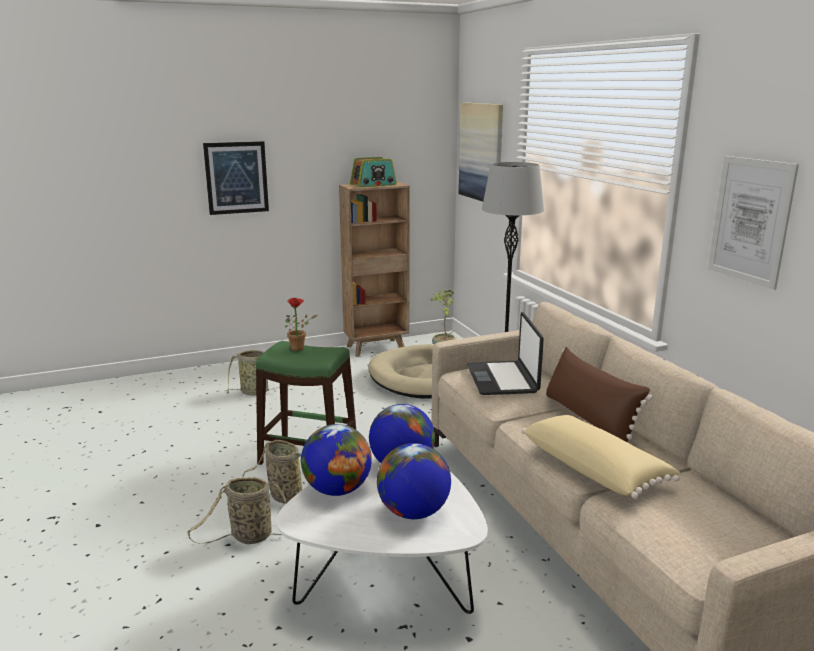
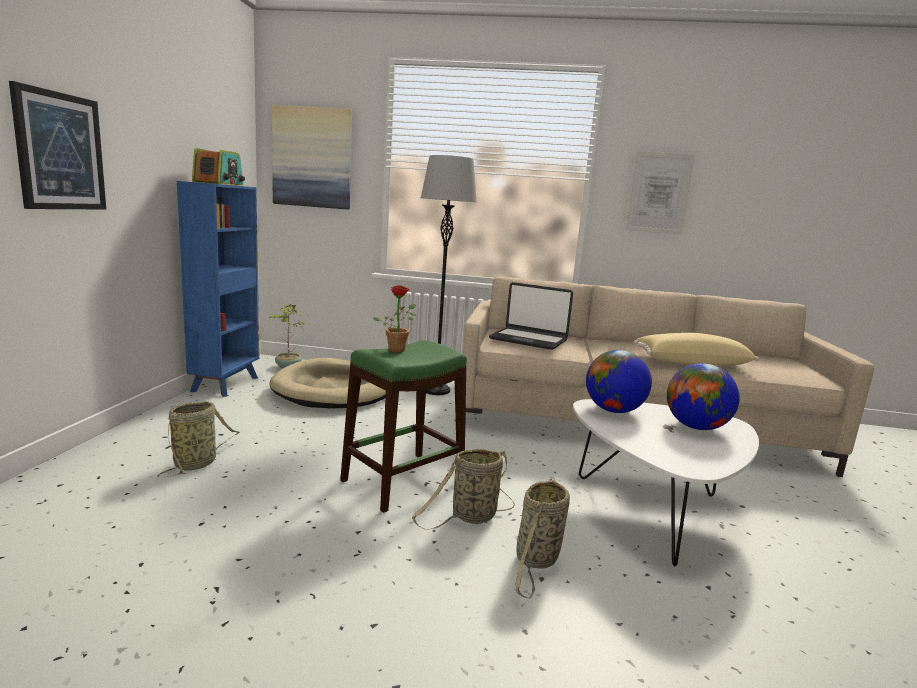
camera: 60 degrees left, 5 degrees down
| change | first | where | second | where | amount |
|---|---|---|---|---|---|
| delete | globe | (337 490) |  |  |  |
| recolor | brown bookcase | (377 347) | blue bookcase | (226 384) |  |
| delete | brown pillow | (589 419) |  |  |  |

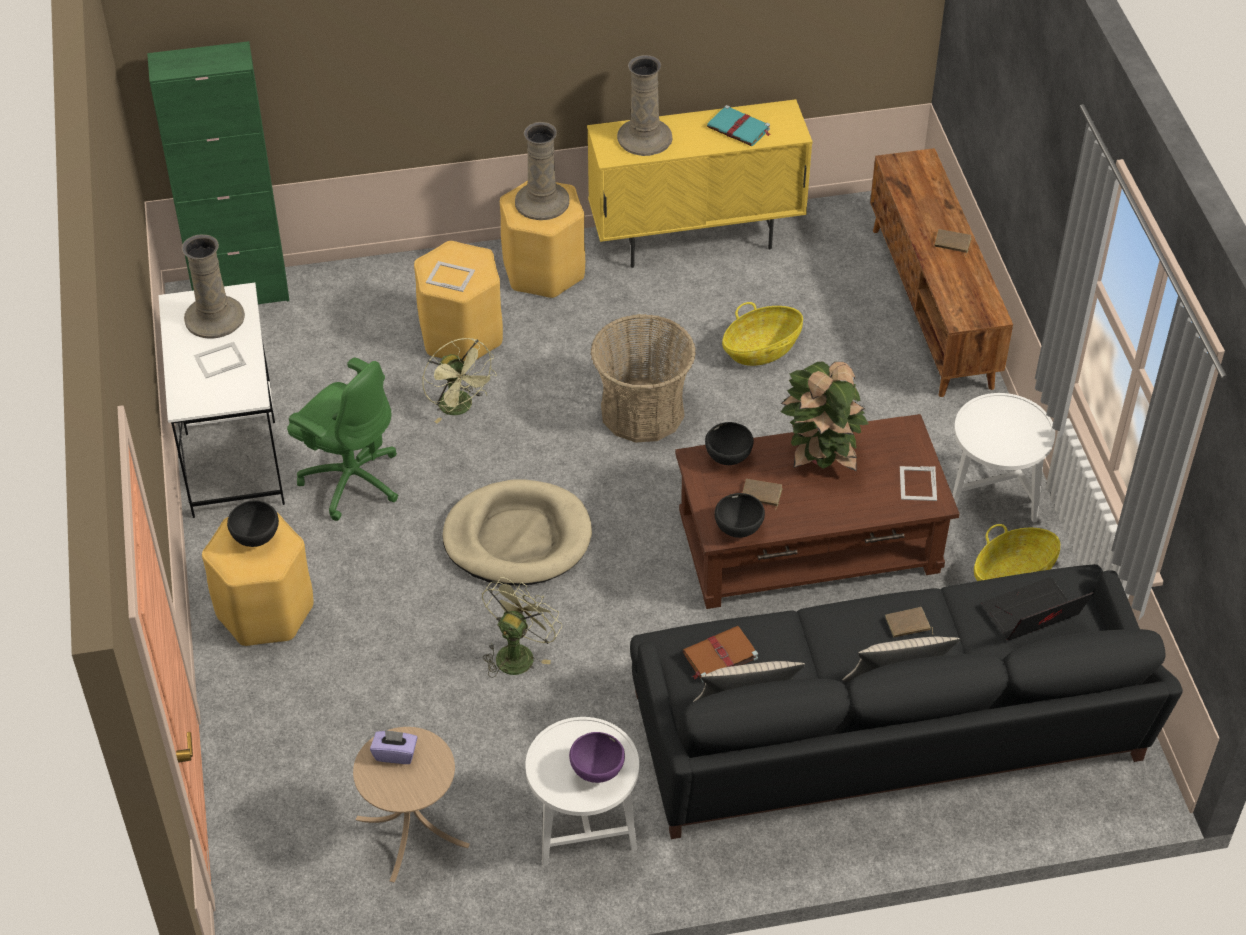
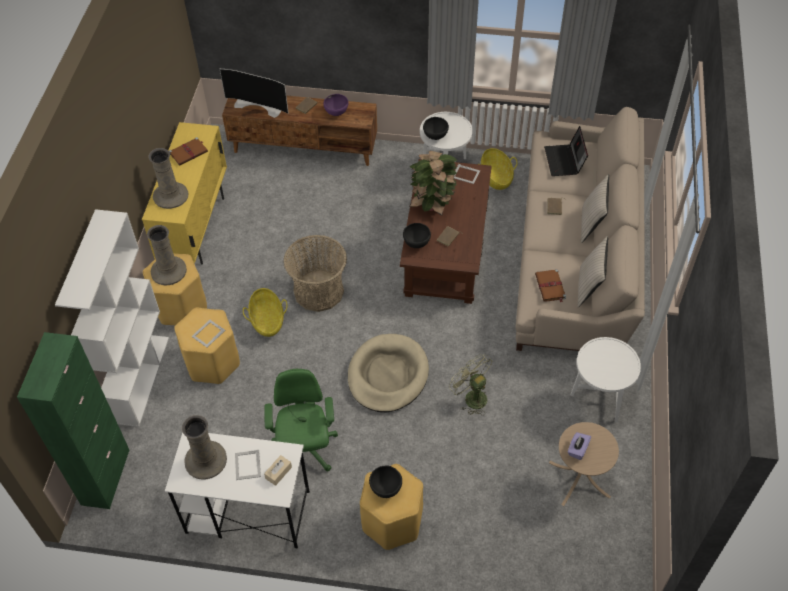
camera: 70 degrees left, 5 degrees up
| change | first | where | second | where | amount |
|---|---|---|---|---|---|
| rotate | green office chair | (351 479) |  | (305 450) | 60 degrees counterclockwise |
| delete | green fan | (460 408) |  |  |  |
| move | purple bowl | (597 772) |  | (336 113) |  |
| recolor | black sofa | (888 732) | beige sofa | (575 254) |  |
| recolor | turquoise book | (739 129) | brown book | (189 152) |  |
| move | black bowl | (738 530) |  | (435 136) |  |
| move | basket | (761 349) |  | (267 320) |  |
| insert |  |  | white bookcase | (140 379) |  |
| insert |  |  | television | (259 105) |  |
| insert |  |  | beige tissue box | (278 472) |  |

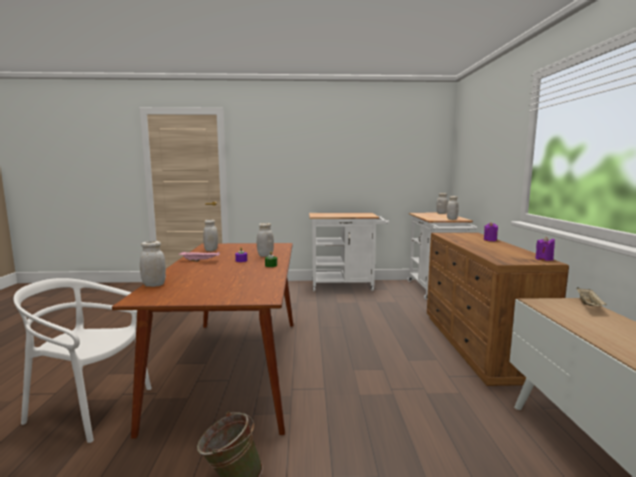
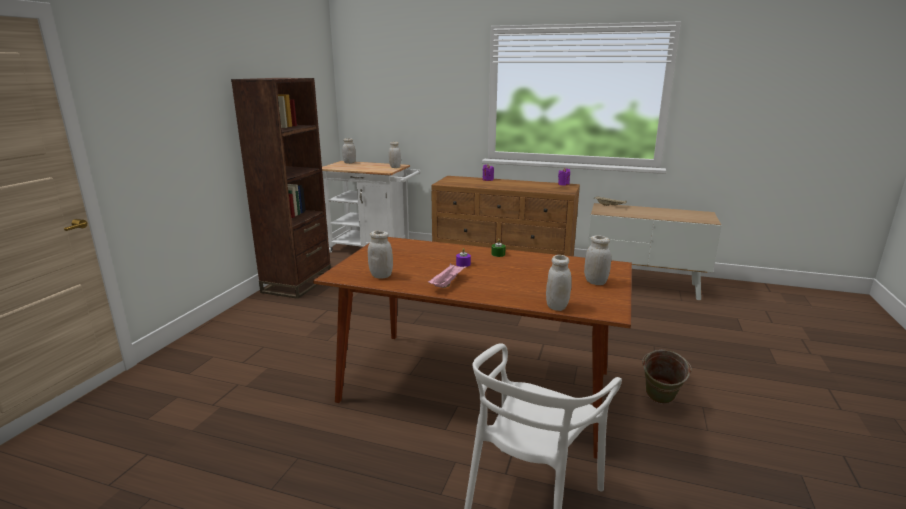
camera: 70 degrees left, 10 degrees up
| change | first | where | second | where | amount |
|---|---|---|---|---|---|
| move | white jar | (265 255) |  | (595 282) |  |
| replace | white cart | (346 285) | brown bookcase | (297 283) |  |

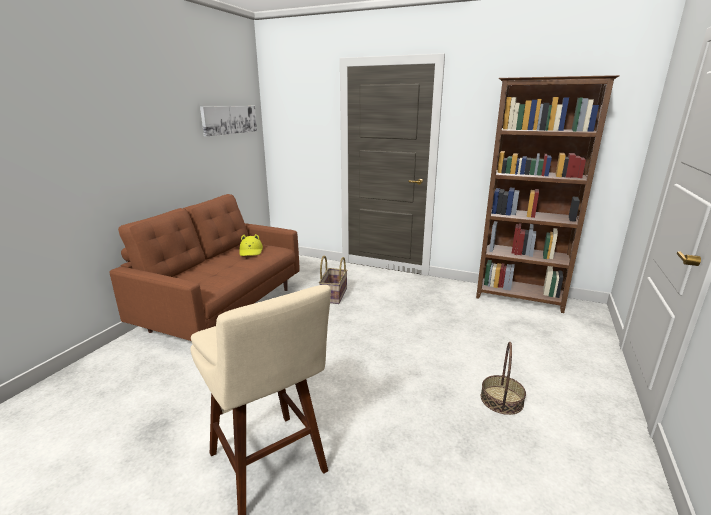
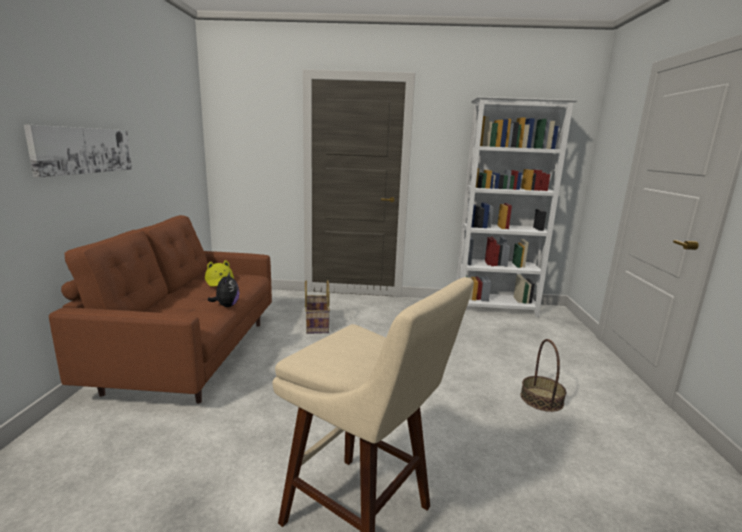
camera: 20 degrees left, 5 degrees down
| change | first | where | second | where | amount |
|---|---|---|---|---|---|
| move | picture | (229 119) |  | (83 150) |  |
| recolor | brown bookcase | (519 298) | white bookcase | (495 309) |  |
| insert |  |  | plush toy | (226 306) |  |

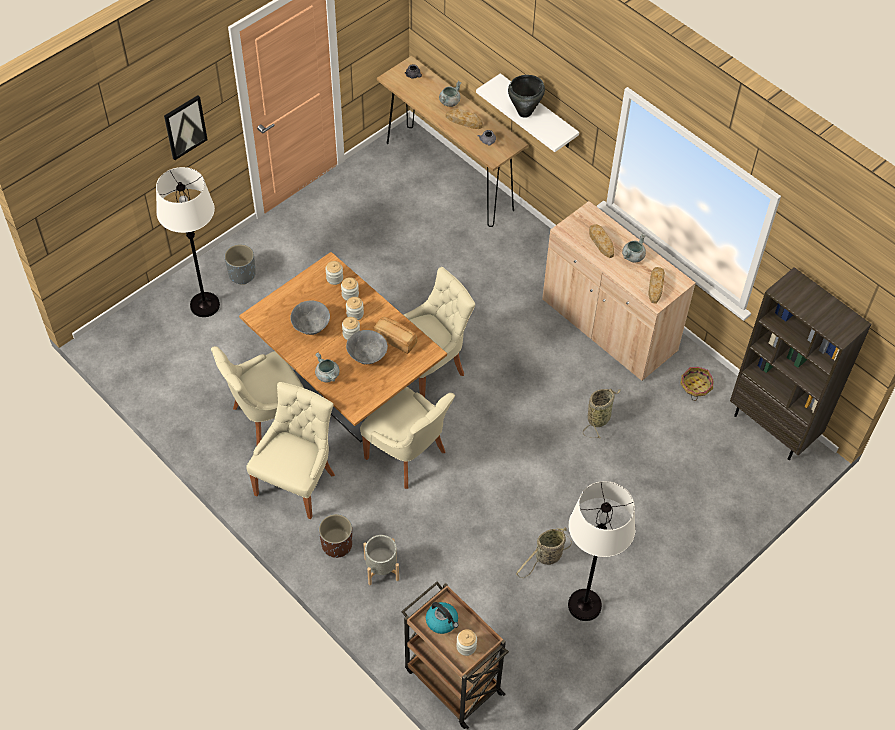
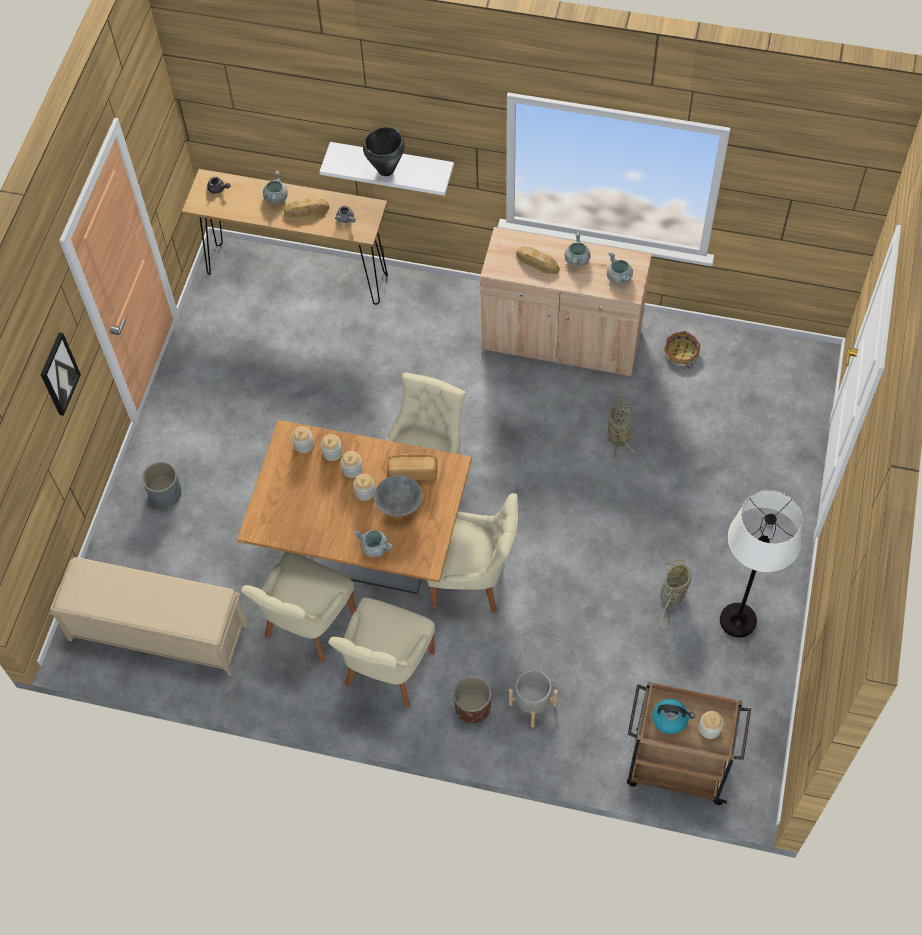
camera: 30 degrees left, 5 degrees up
| change | first | where | second | where | amount |
|---|---|---|---|---|---|
| delete | white floor lamp | (204 305) |  |  |  |
| rotate | beige chair | (297 482) |  | (387 671) | 150 degrees counterclockwise |
| delete | grey bowl | (311 328) |  |  |  |
| replace | bread | (655 286) | grey cooking pot | (619 277) |  |
| delete | brown bookcase | (773 427) |  |  |  |
| insert |  |  | beige bench | (157 631) |  |

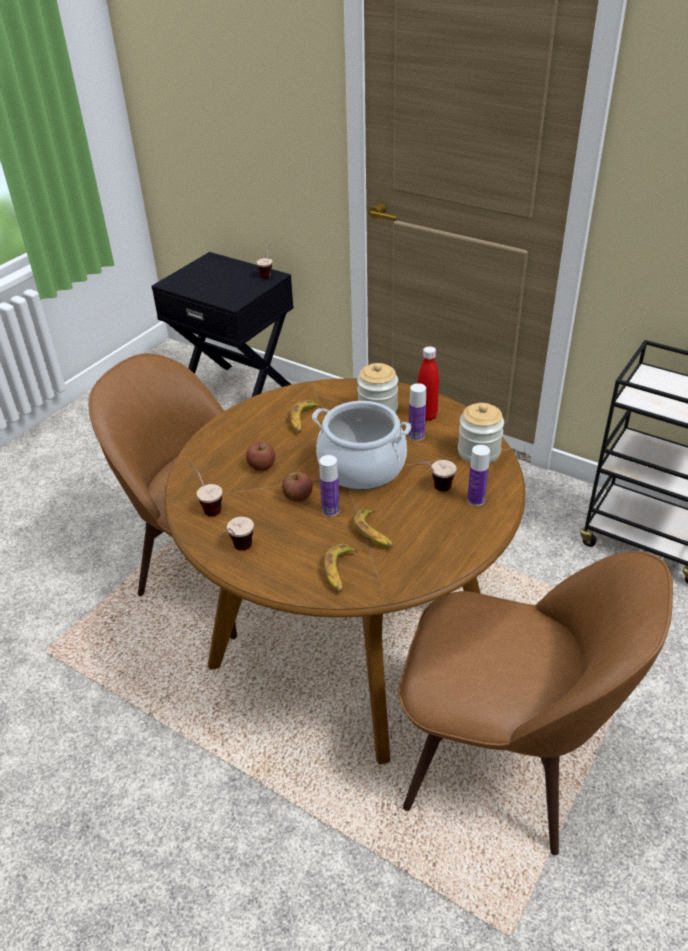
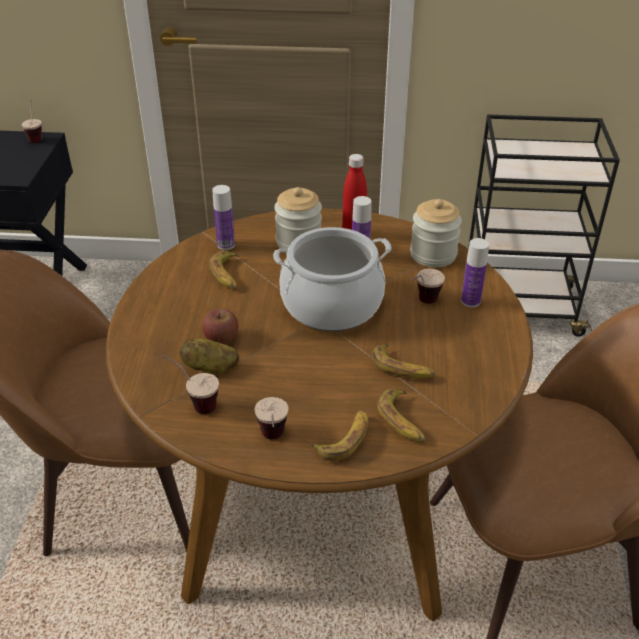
camera: 30 degrees left, 0 degrees up
| change | first | where | second | where | amount |
|---|---|---|---|---|---|
| delete | apple | (298 496) |  |  |  |
| move | bottle | (330 510) |  | (226 245) |  |
| insert |  |  | potato | (210 368) |  |
| insert |  |  | banana | (345 439) |  |

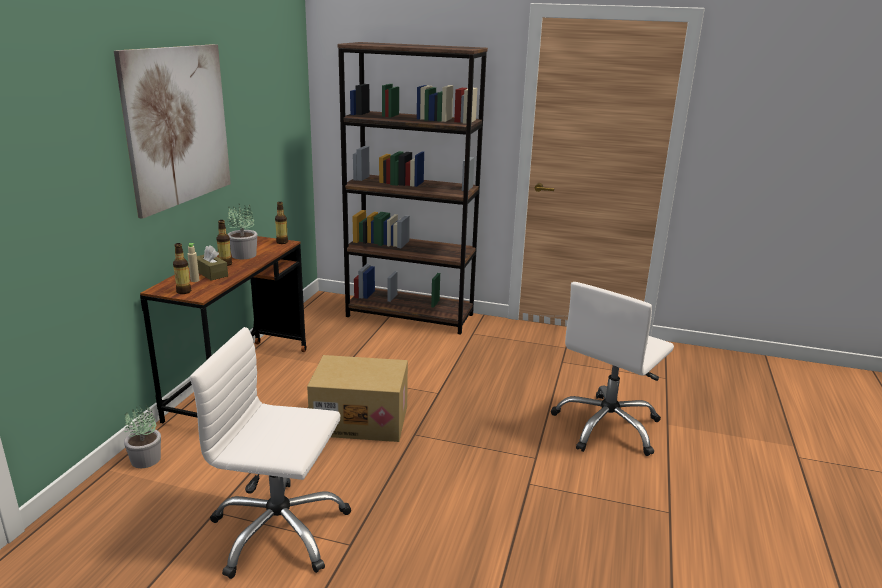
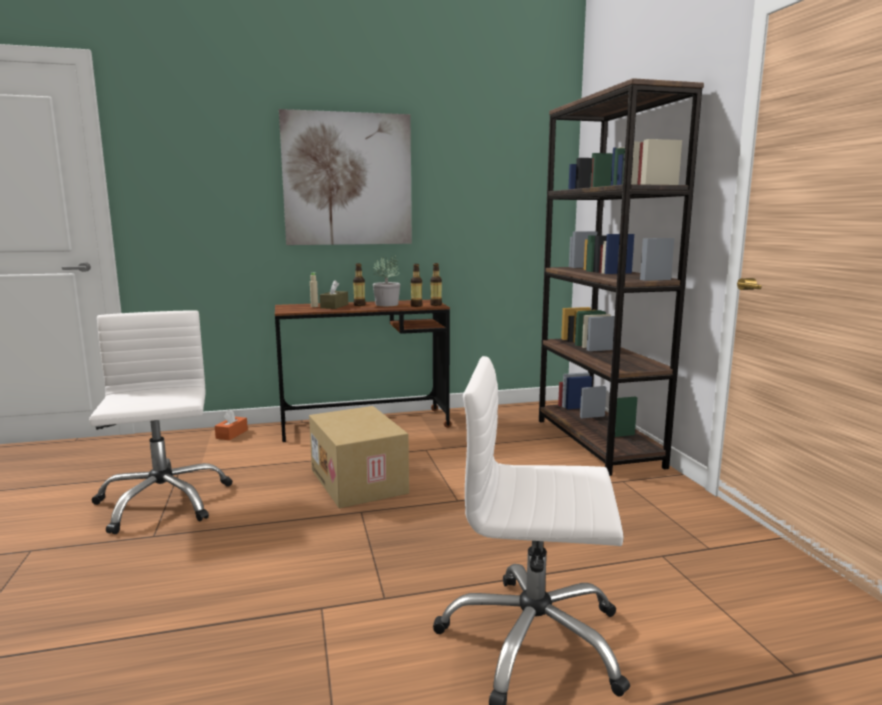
camera: 60 degrees right, 10 degrees down
| change | first | where | second | where | amount |
|---|---|---|---|---|---|
| replace | potted plant | (146 459) | orange tissue box | (232 434) |  |
| move | bottle | (184 291) |  | (416 306) |  |

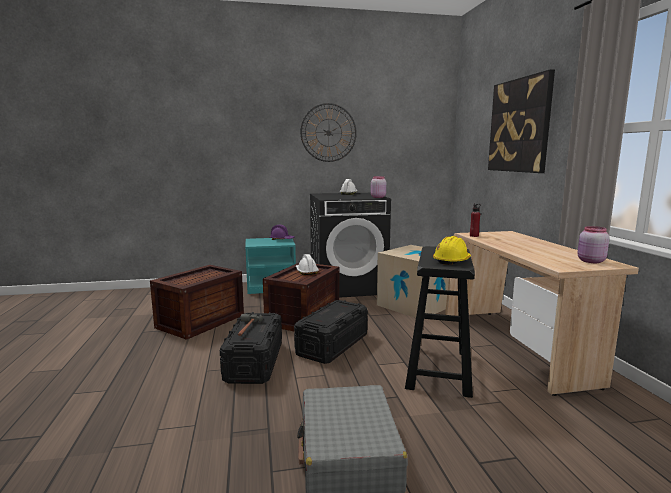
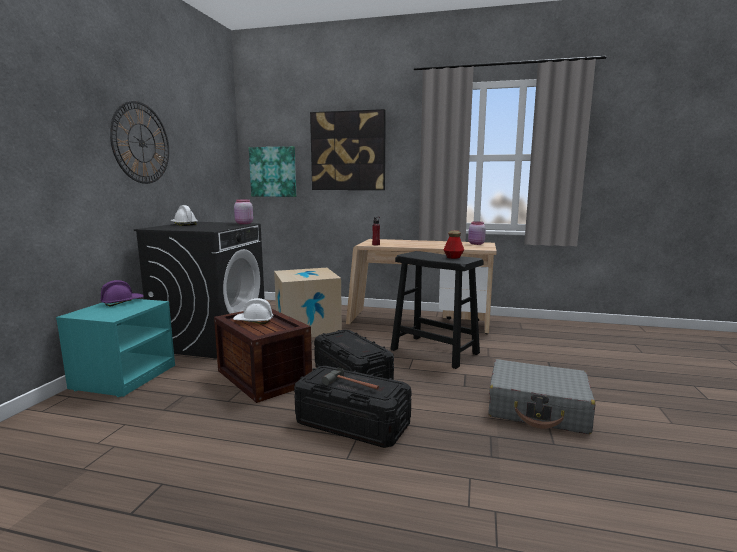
camera: 65 degrees left, 0 degrees up
| change | first | where | second | where | amount |
|---|---|---|---|---|---|
| delete | crate | (201 321) |  |  |  |
| replace | yellow hard hat | (451 261) | bottle | (453 257) |  |
| insert |  |  | picture | (273 172) |  |

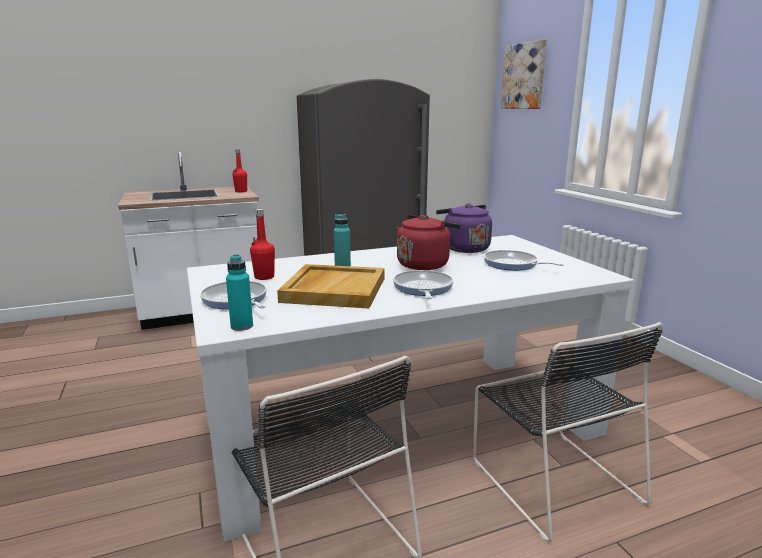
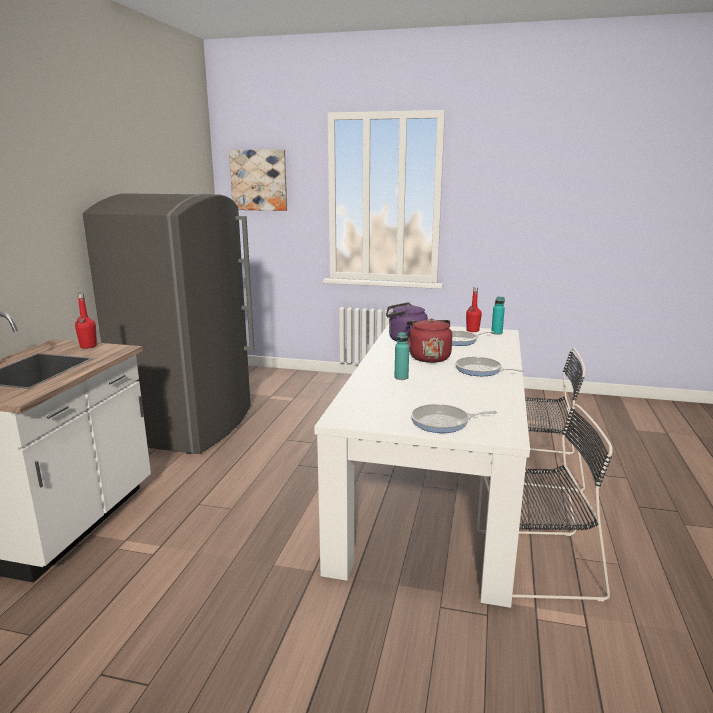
camera: 55 degrees left, 0 degrees up
| change | first | where | second | where | amount |
|---|---|---|---|---|---|
| move | turquoise bottle | (242 326) |  | (496 333) |  |
| move | red bottle | (264 277) |  | (472 330) |  |
| delete | beige tray | (334 289) |  |  |  |

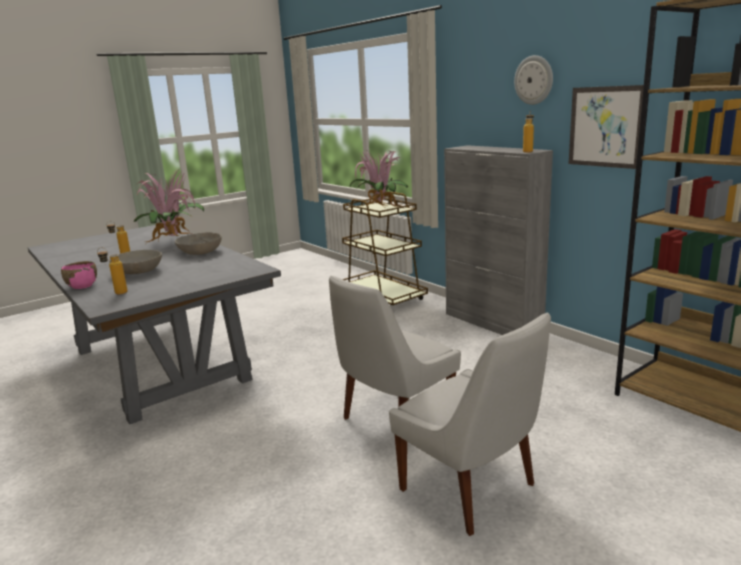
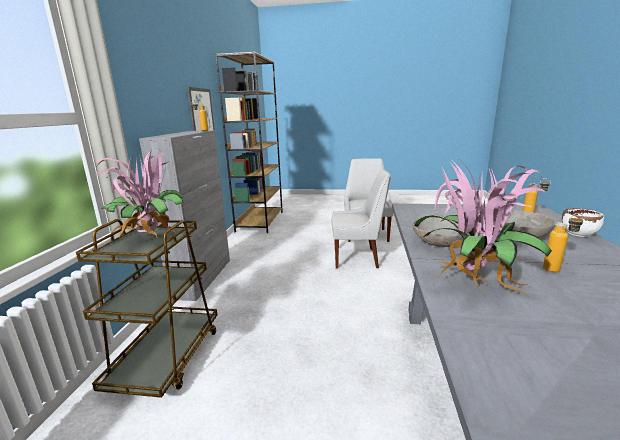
camera: 135 degrees left, 0 degrees up
| change | first | where | second | where | amount |
|---|---|---|---|---|---|
| recolor | pink bowl | (82 286) | white bowl | (579 233) |  |
| delete | wall clock | (534 80) |  |  |  |

